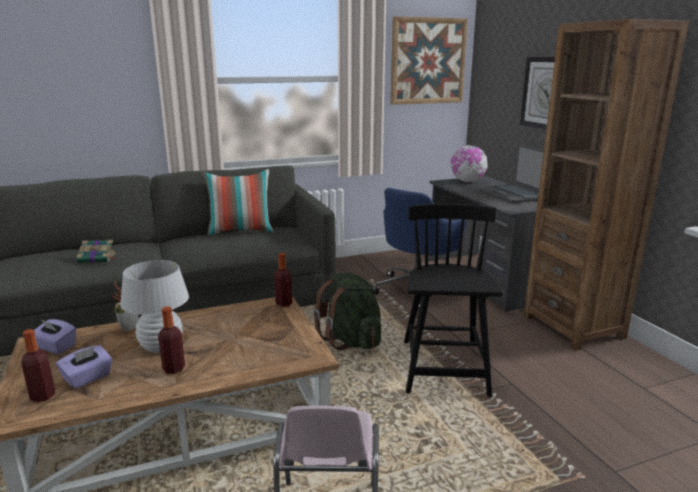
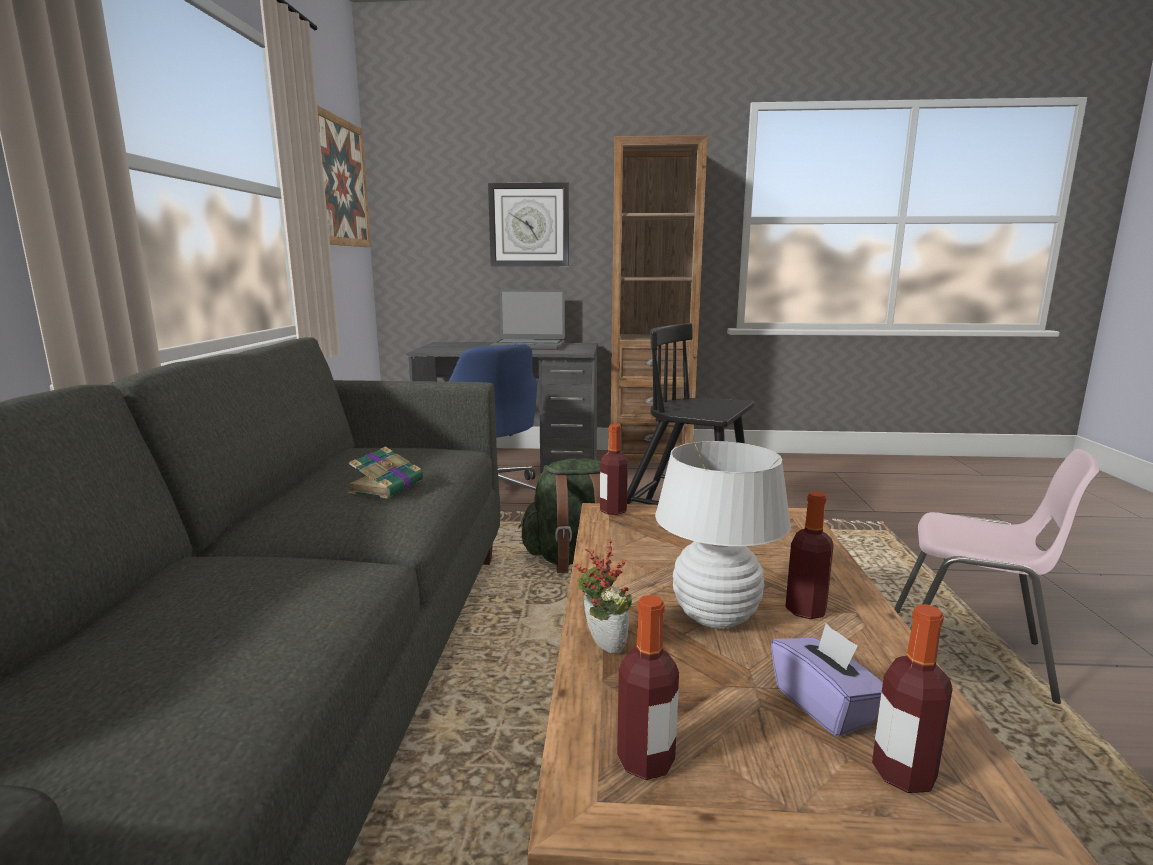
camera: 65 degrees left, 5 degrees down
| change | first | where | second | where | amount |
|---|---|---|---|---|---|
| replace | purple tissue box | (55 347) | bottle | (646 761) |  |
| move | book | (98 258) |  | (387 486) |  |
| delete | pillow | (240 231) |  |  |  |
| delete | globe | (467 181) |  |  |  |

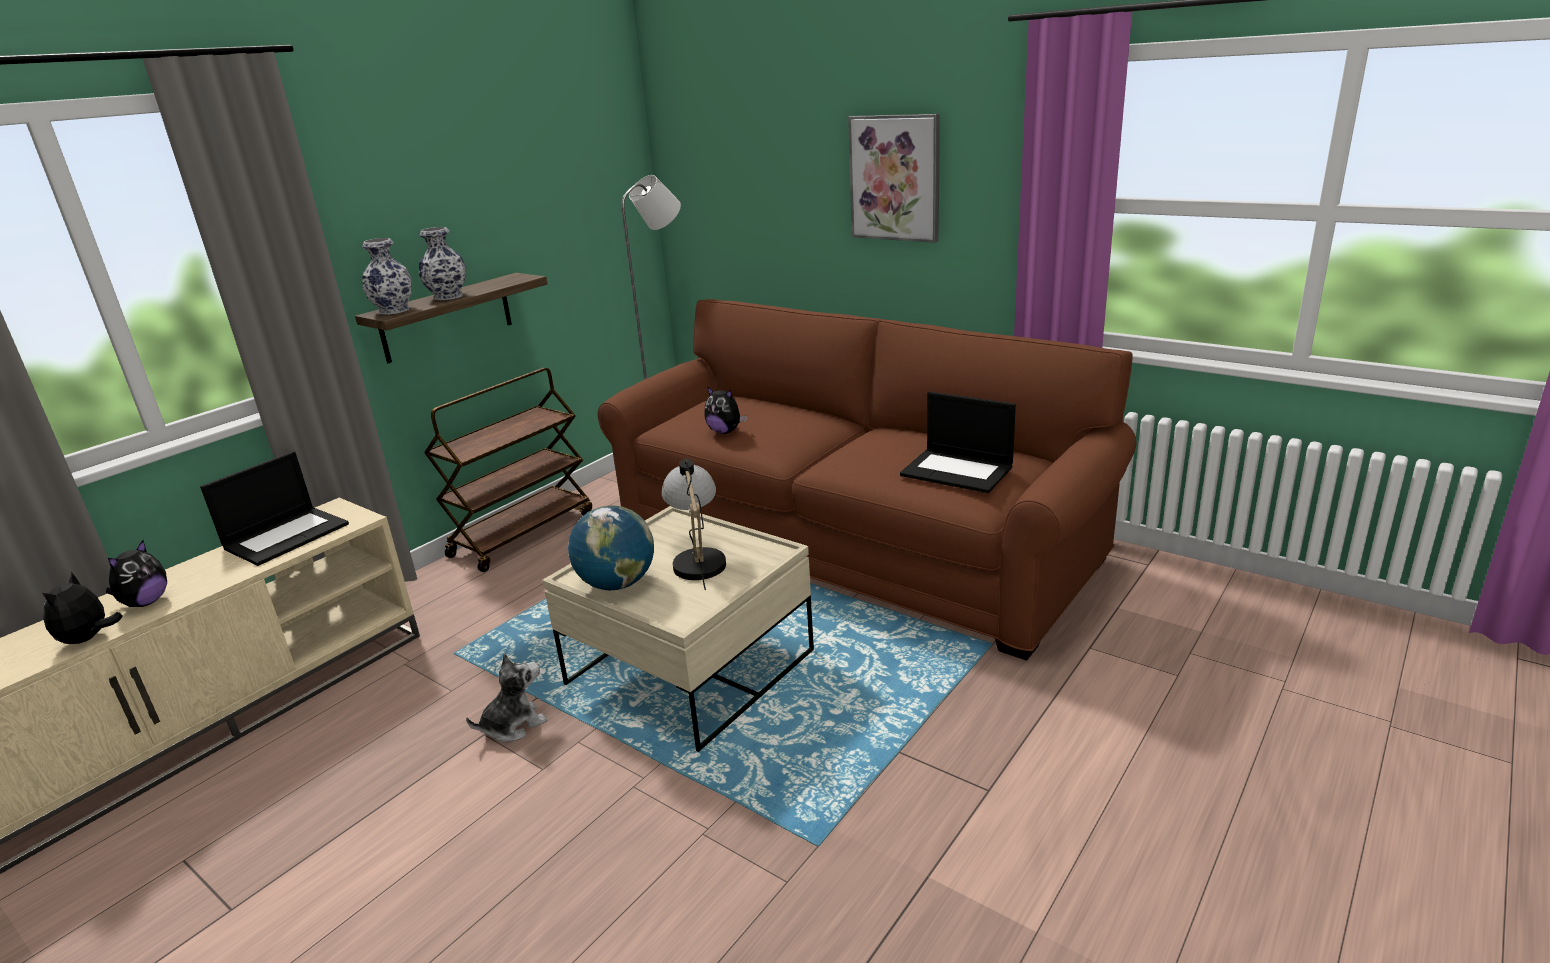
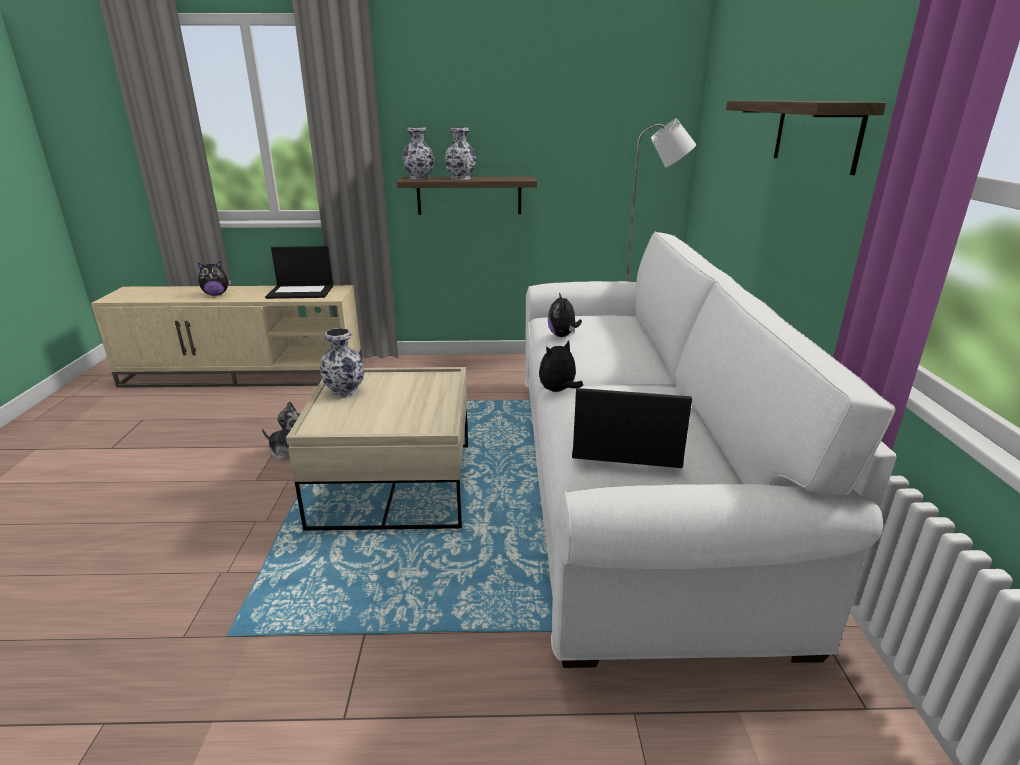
camera: 50 degrees right, 0 degrees up
| change | first | where | second | where | amount |
|---|---|---|---|---|---|
| move | plush toy | (89 639) |  | (558 391) |  |
| delete | brown cart | (523 534) |  |  |  |
| replace | globe | (617 583) | vase | (345 391) |  |
| recolor | brown sofa | (852 543) | white sofa | (629 483) |  |
| delete | table lamp | (697 559) |  |  |  |
| replace | picture | (895 178) | shelf | (816 134) |  |
| rotate | laptop | (958 471) |  | (625 446) | 105 degrees clockwise |

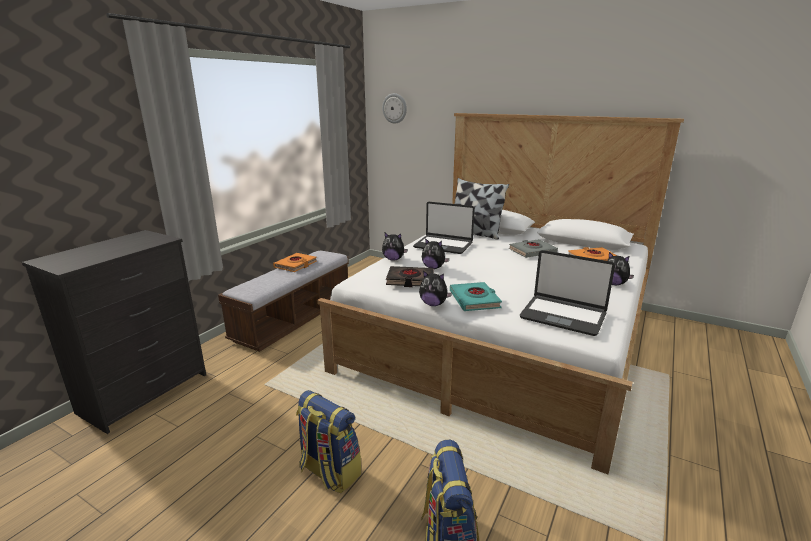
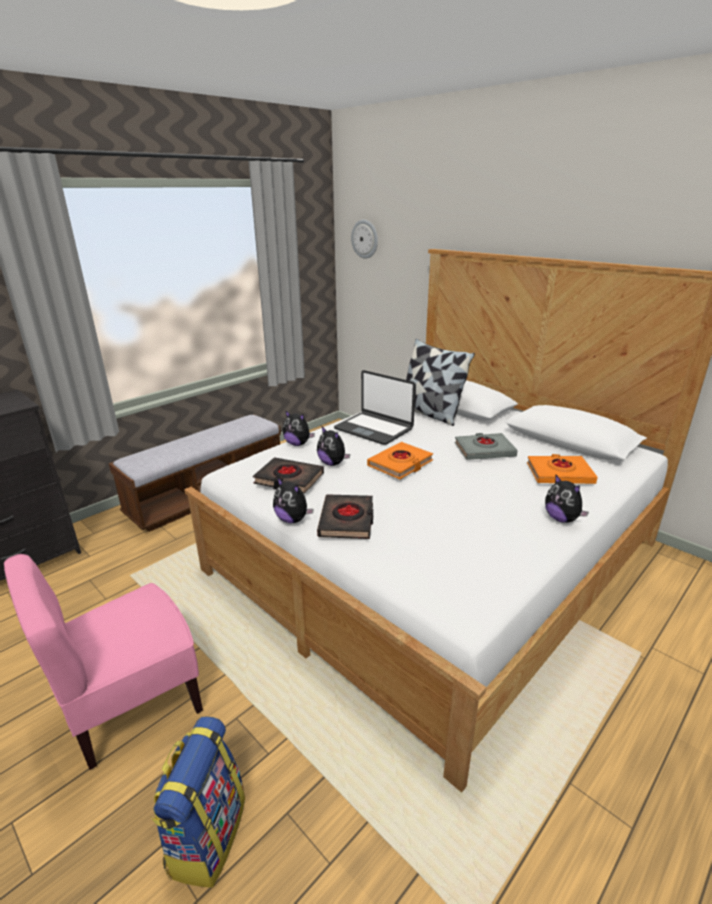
camera: 15 degrees right, 5 degrees up
| change | first | where | second | where | amount |
|---|---|---|---|---|---|
| move | orange book | (296 265) |  | (400 464) |  |
| replace | backpack | (329 472) | pink chair | (132 704) |  |
| recolor | turquoise book | (474 300) | black book | (347 520) |  |
| delete | laptop | (563 316) |  |  |  |

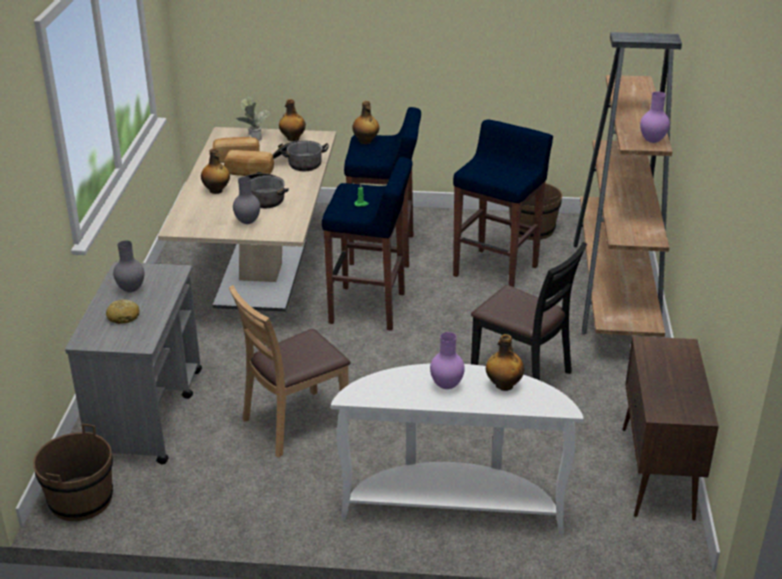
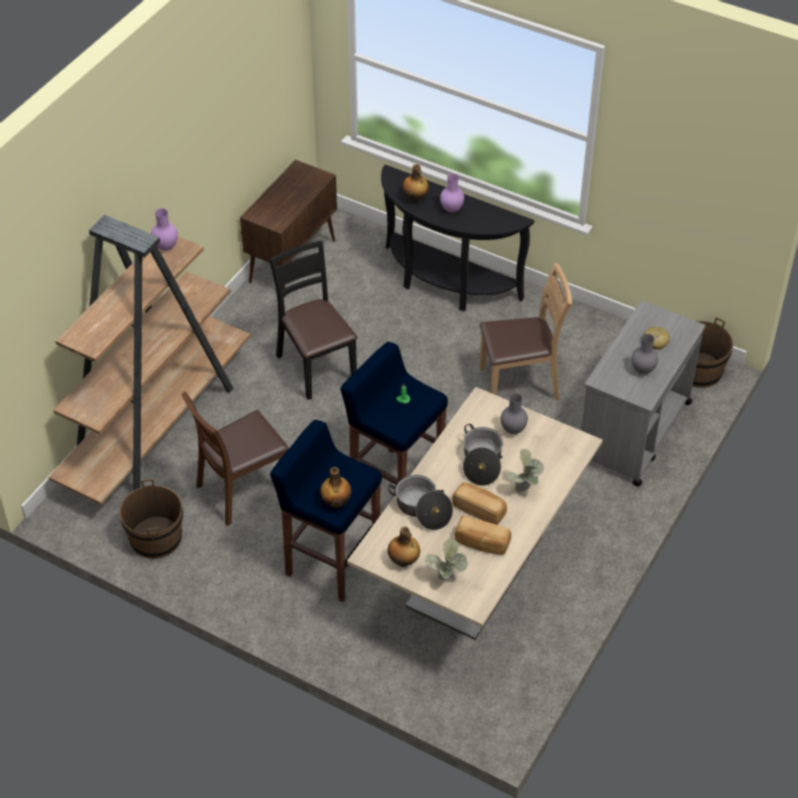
camera: 155 degrees left, 15 degrees up
| change | first | where | second | where | amount |
|---|---|---|---|---|---|
| replace | bottle | (216 191) | potted plant | (525 490) |  |
| recolor | white console table | (452 506) | black console table | (444 284) |  |
| replace | blue stool | (496 271) | brown chair | (242 490) |  |

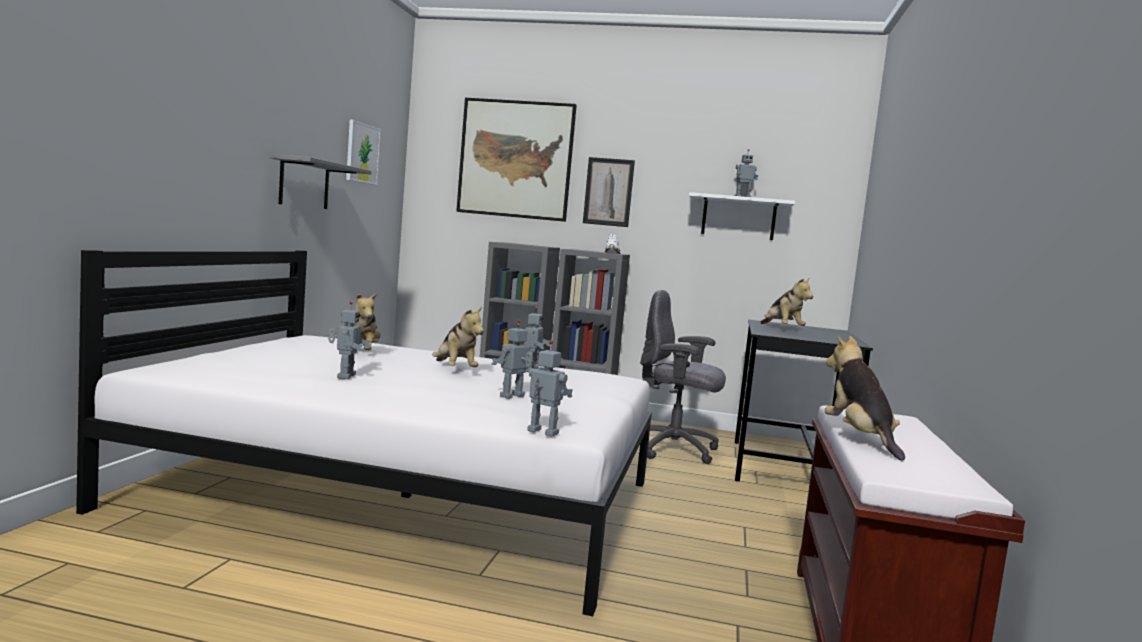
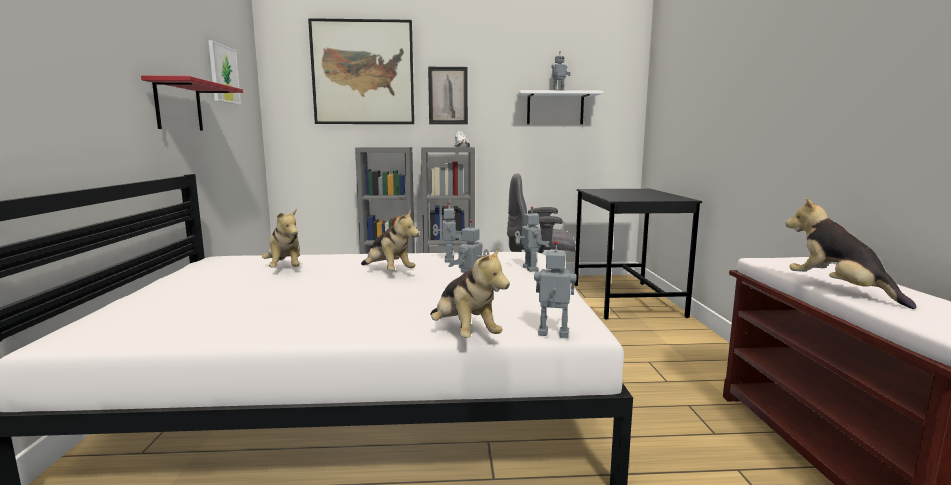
camera: 15 degrees left, 5 degrees up
| change | first | where | second | where | amount |
|---|---|---|---|---|---|
| recolor | grey shelf | (304 184) | red shelf | (178 106) |  |
| move | toy robot | (345 376) |  | (529 269) |  |
| move | plush toy | (782 329) |  | (464 334) |  |

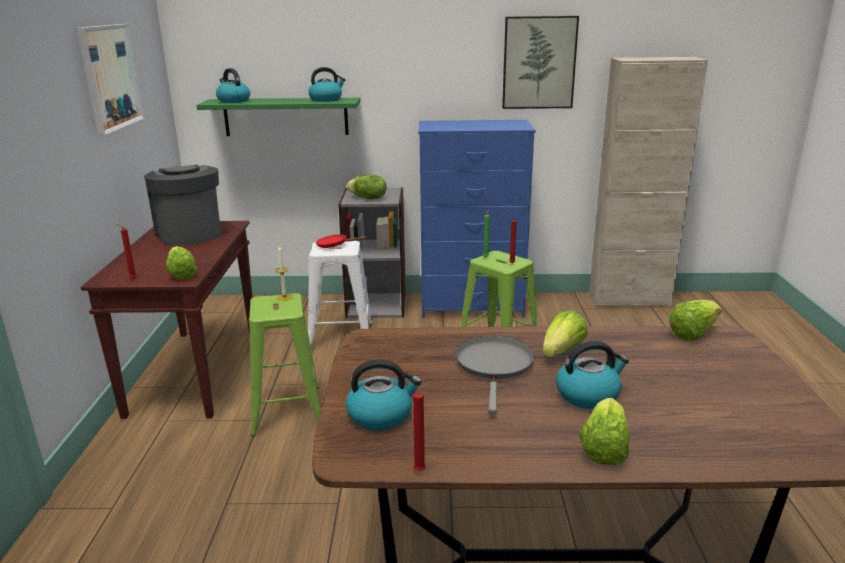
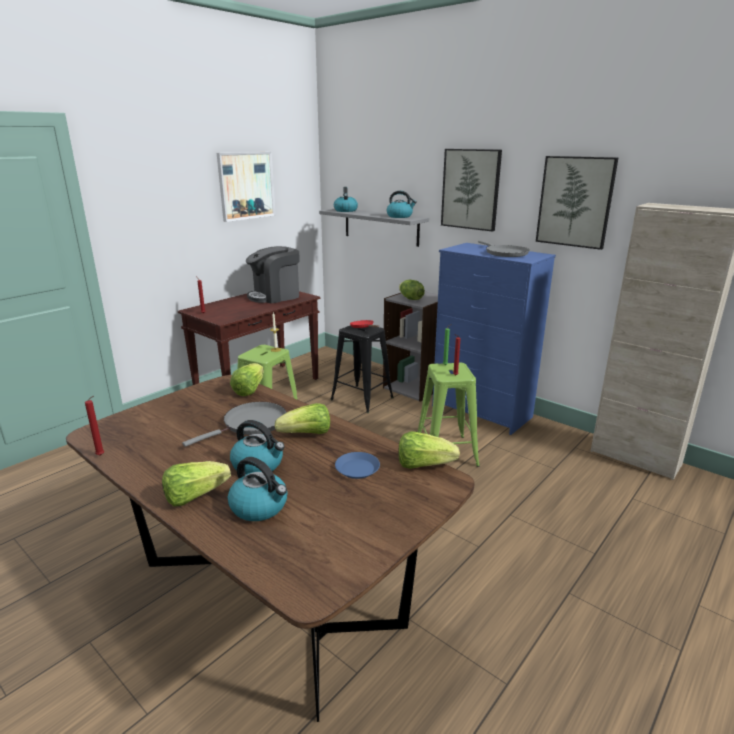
camera: 40 degrees right, 0 degrees up
| change | first | where | second | where | amount |
|---|---|---|---|---|---|
| rotate | coffee machine | (189 234) |  | (275 296) | 135 degrees counterclockwise |
| move | lettuce | (181 274) |  | (249 390) |  |
| recolor | green shelf | (286 116) | grey shelf | (381 226) |  |
| recolor | white stool | (340 336) | black stool | (361 398) |  |
| move | kettle | (381 415) |  | (260 507) |  |
| insert |  |  | blue plate | (357 469) |  |
| insert |  |  | picture | (471 189) |  |
| insert |  |  | grey frying pan | (504 253) |  |

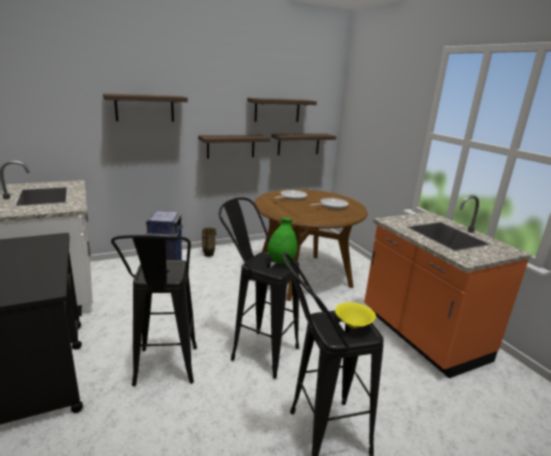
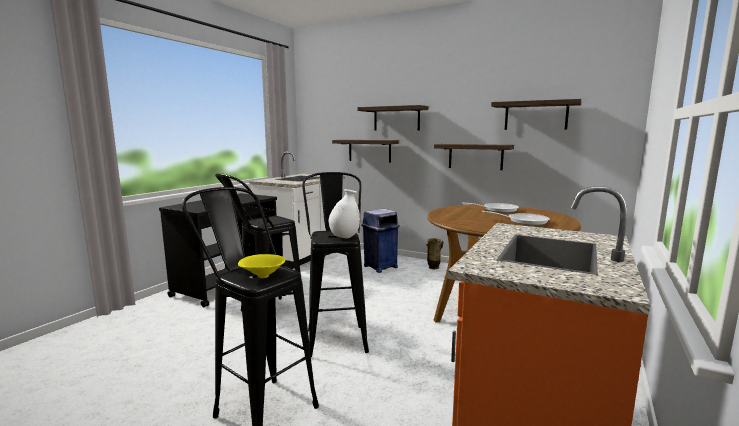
camera: 55 degrees right, 10 degrees down
| change | first | where | second | where | amount |
|---|---|---|---|---|---|
| recolor | green vase | (281 262) | white vase | (344 237) |  |
| move | shelf | (298 144) |  | (369 150) |  |

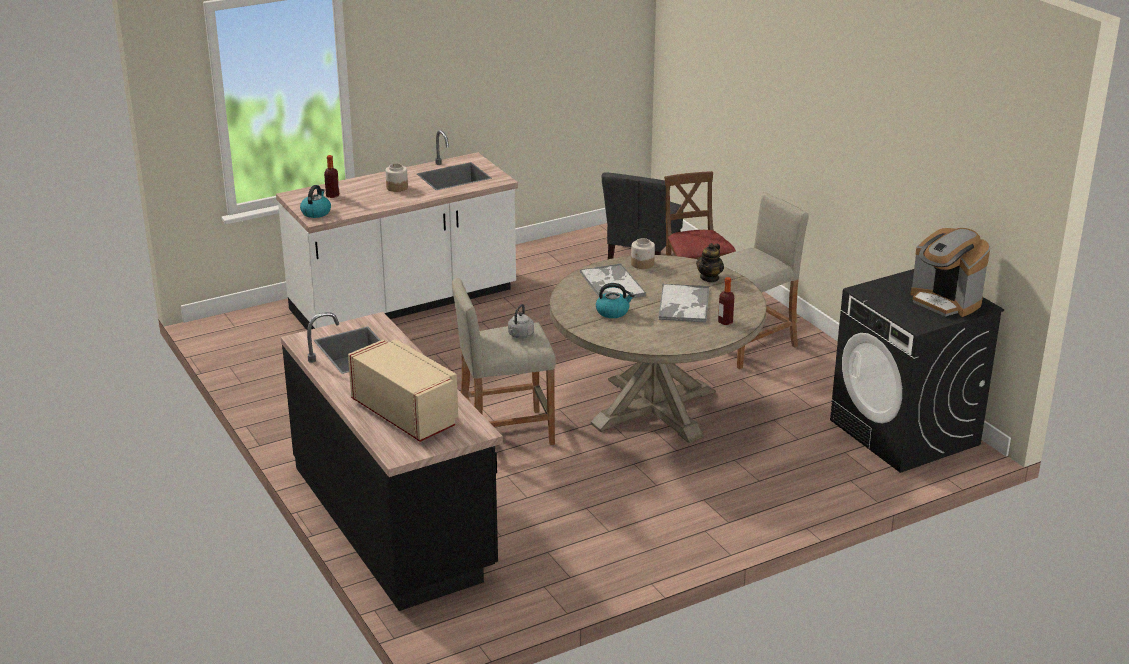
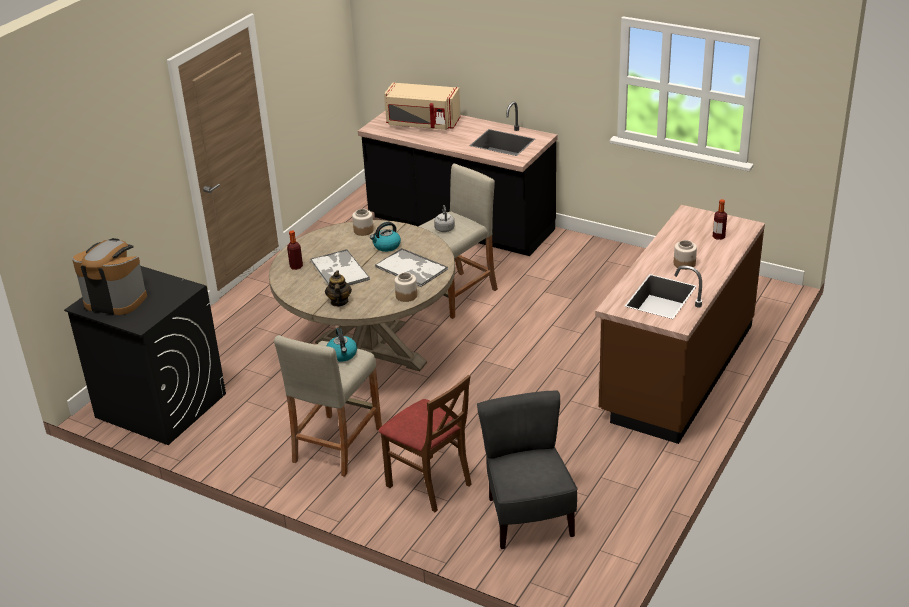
camera: 150 degrees right, 5 degrees up
| change | first | where | second | where | amount |
|---|---|---|---|---|---|
| recolor | white counter | (404 302) | brown counter | (676 369) |  |
| move | kettle | (316 212) |  | (342 355) |  |
| insert |  |  | jar | (363 230) |  |

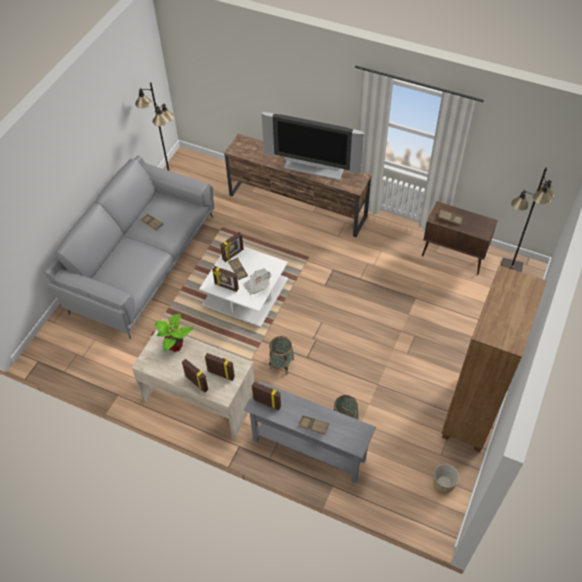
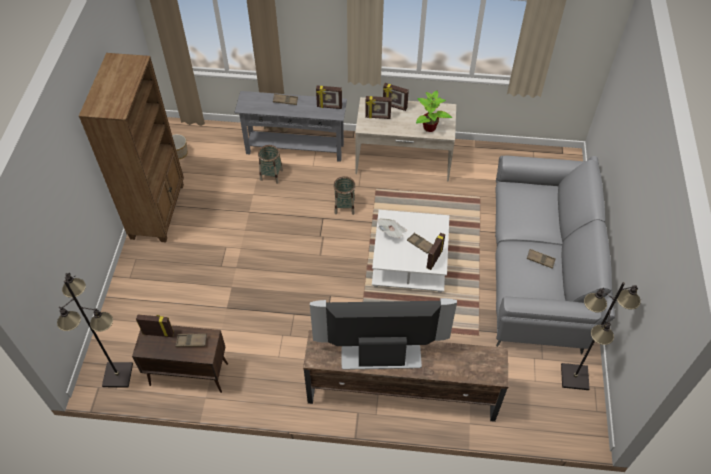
camera: 160 degrees right, 0 degrees up
| change | first | where | second | where | amount |
|---|---|---|---|---|---|
| move | picture frame | (226 287) |  | (158 333) |  |

